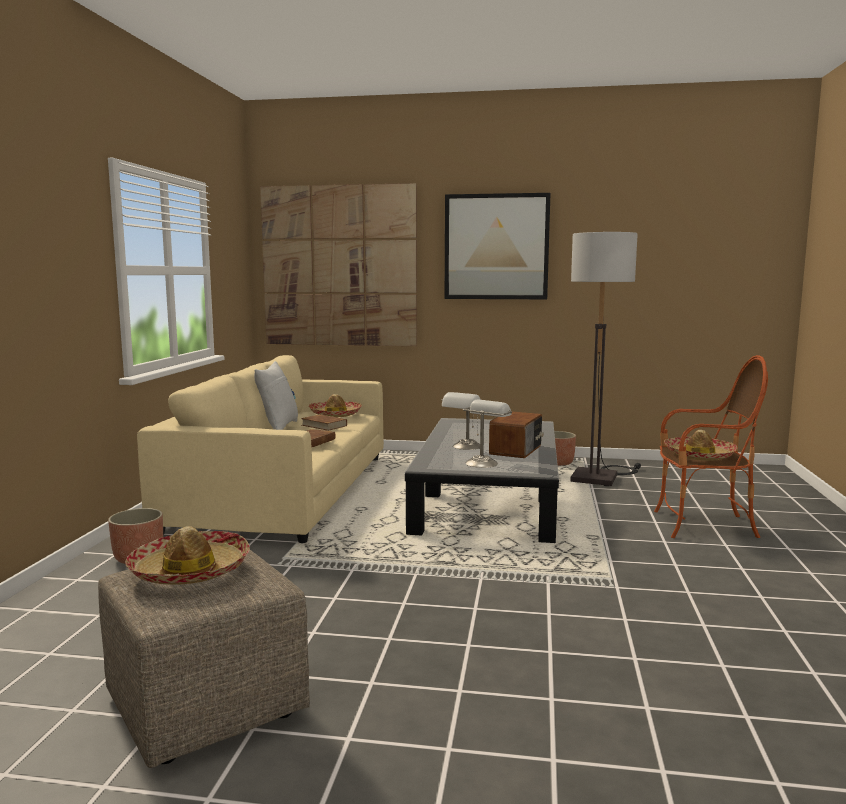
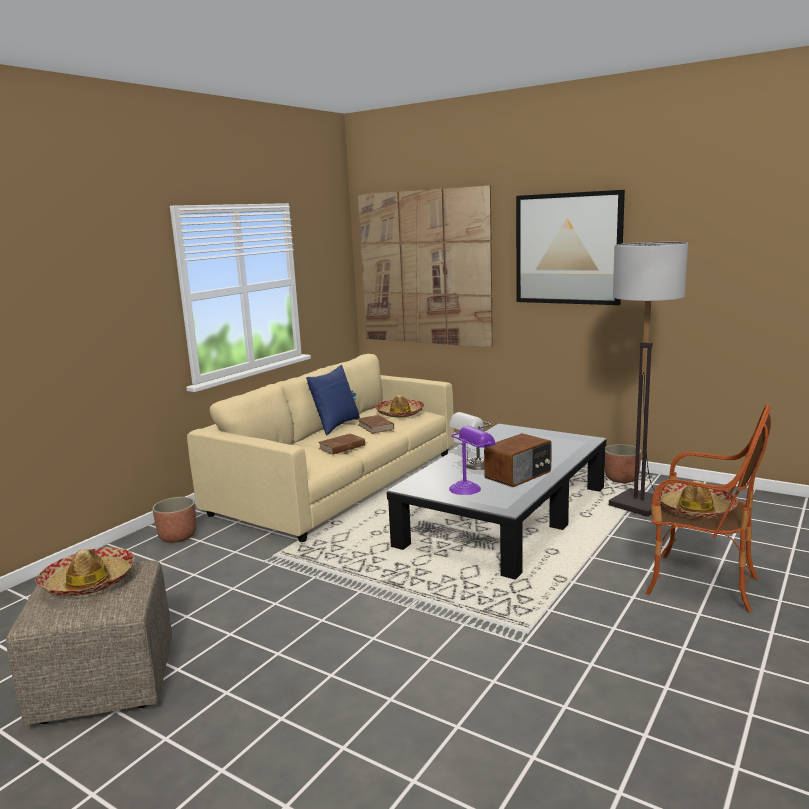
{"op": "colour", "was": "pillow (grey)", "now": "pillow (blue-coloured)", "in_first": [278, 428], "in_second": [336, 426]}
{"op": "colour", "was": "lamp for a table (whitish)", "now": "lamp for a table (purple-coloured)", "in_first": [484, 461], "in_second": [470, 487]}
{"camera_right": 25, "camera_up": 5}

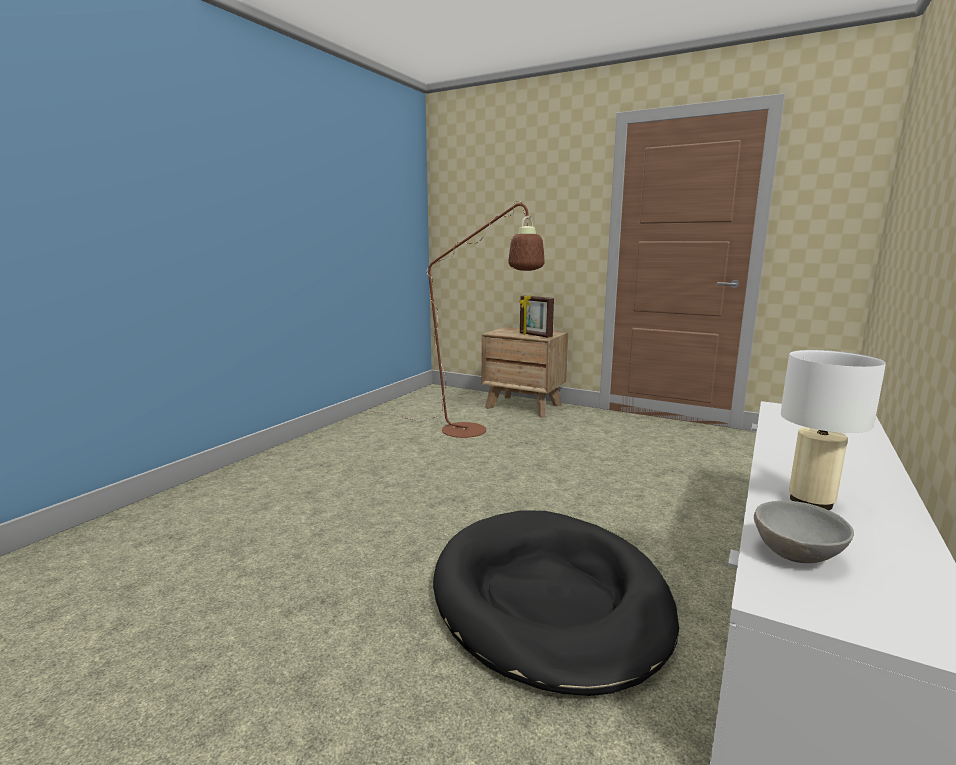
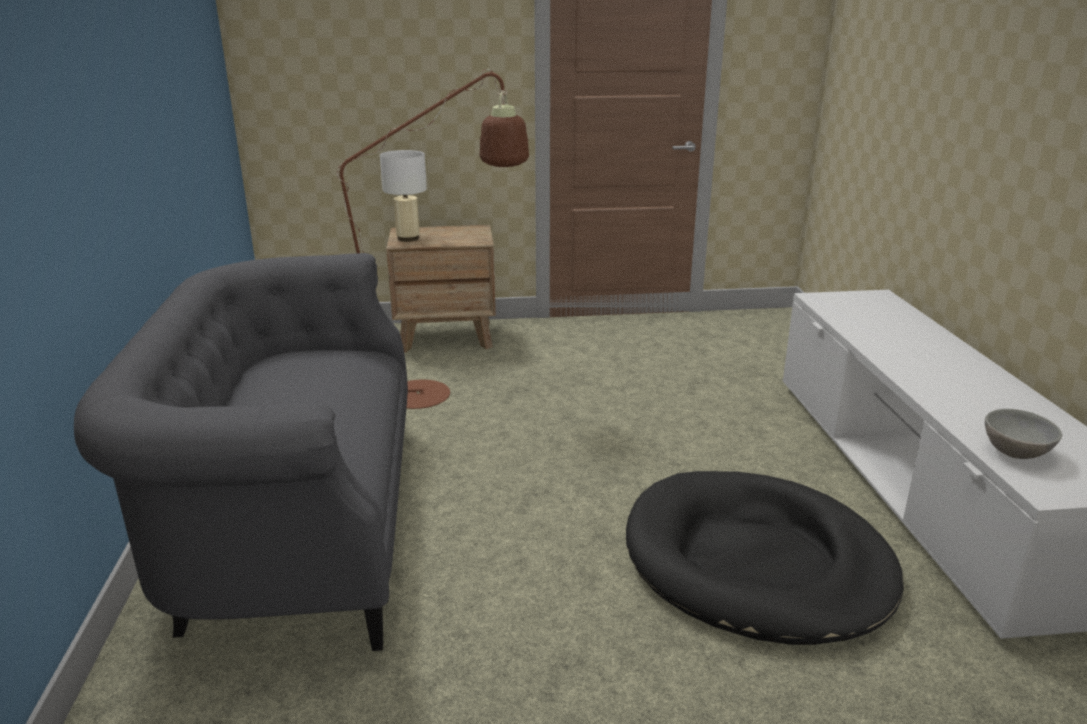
{"op": "missing", "was": "standing frame", "in_first": [535, 335]}
{"op": "appeared", "now": "sofa (grey)", "in_second": [294, 523]}
{"op": "relocated", "was": "lamp for a table (whitish)", "in_first": [811, 502], "in_second": [408, 238]}
{"camera_right": -35, "camera_up": 10}

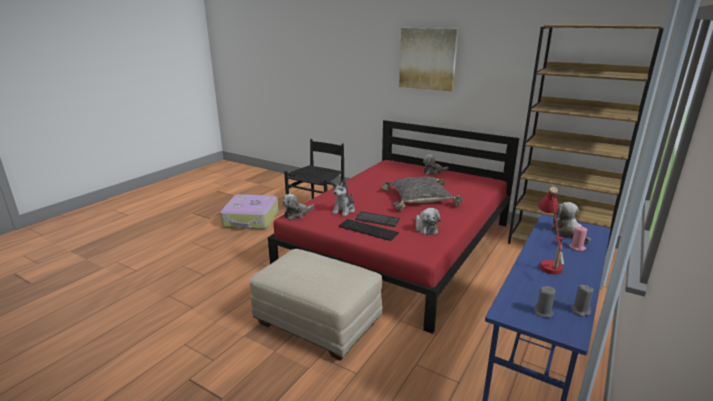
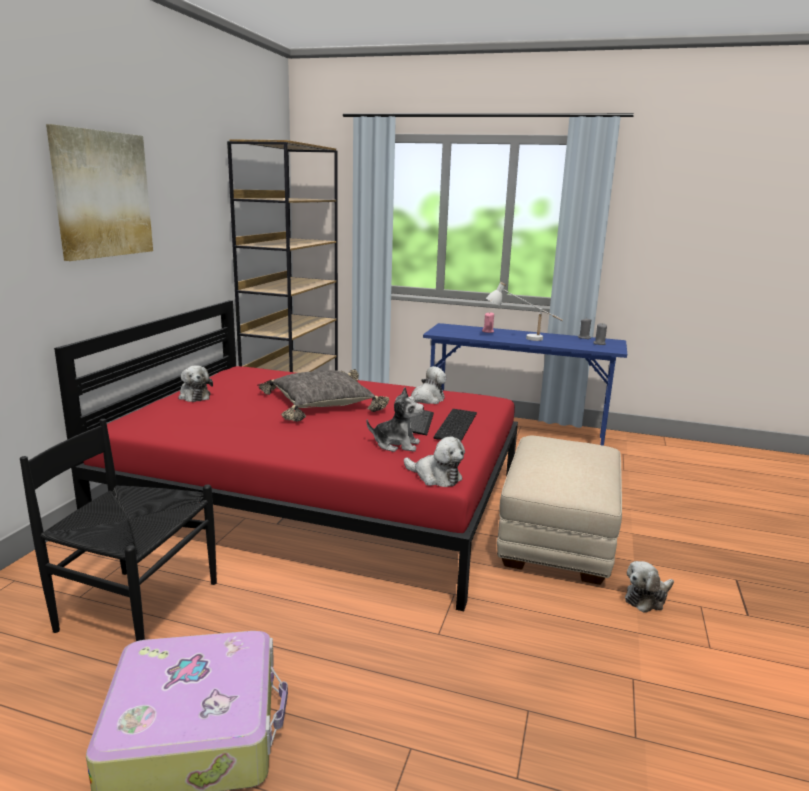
{"op": "relocated", "was": "plush toy", "in_first": [568, 233], "in_second": [647, 598]}
{"op": "colour", "was": "lamp for a table (red)", "now": "lamp for a table (whitish)", "in_first": [548, 261], "in_second": [522, 338]}
{"camera_right": -105, "camera_up": -5}

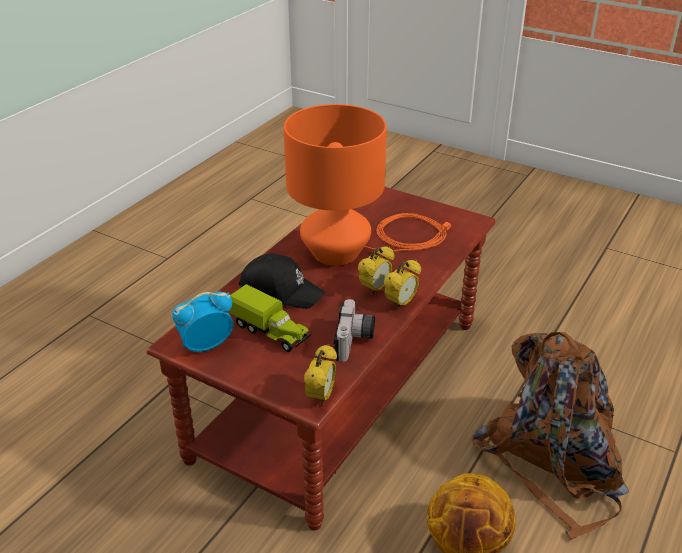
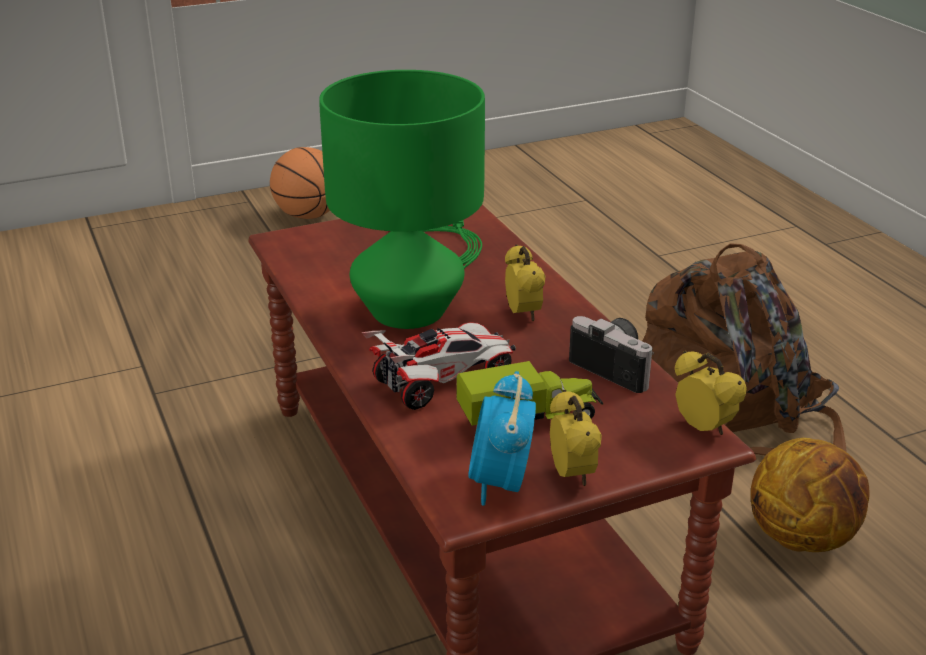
{"op": "appeared", "now": "basketball", "in_second": [308, 216]}
{"op": "relocated", "was": "alarm clock", "in_first": [401, 303], "in_second": [572, 475]}
{"op": "exchanged", "was": "cap (black)", "now": "model car", "in_first": [281, 291], "in_second": [442, 380]}
{"op": "colour", "was": "lamp for a table (orange)", "now": "lamp for a table (green)", "in_first": [365, 245], "in_second": [418, 285]}
{"camera_right": -55, "camera_up": -5}

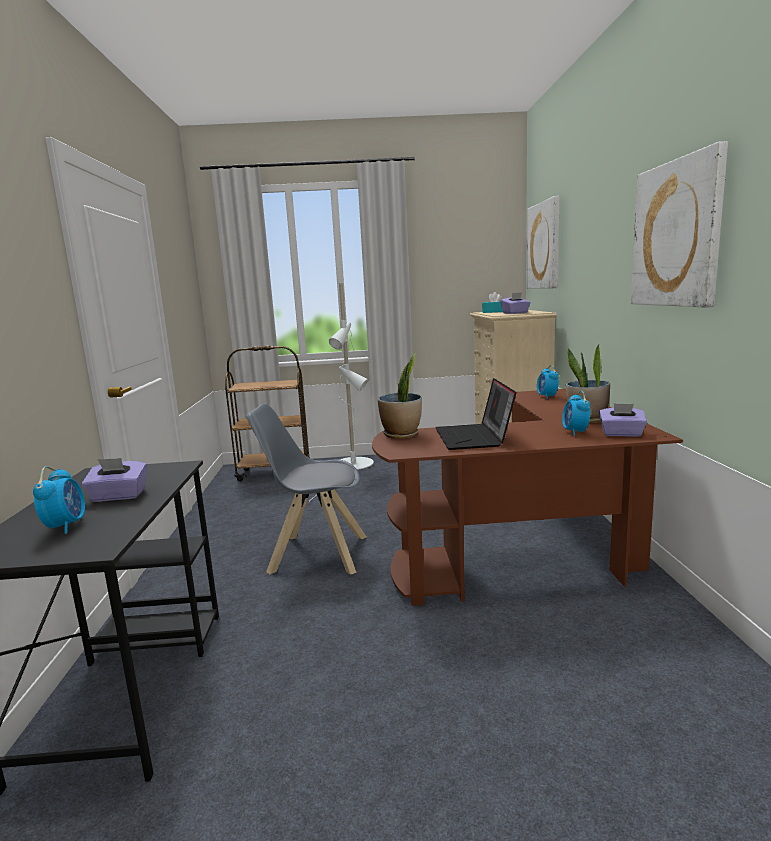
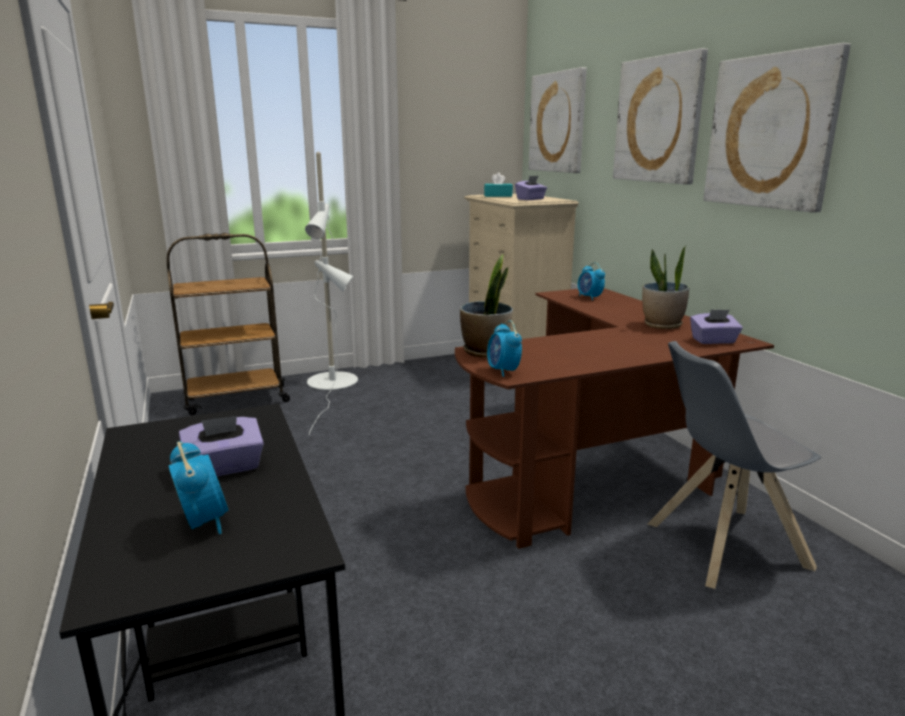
{"op": "missing", "was": "notebook computer", "in_first": [474, 438]}
{"op": "appeared", "now": "wall art", "in_second": [658, 120]}
{"op": "relocated", "was": "chair (grey)", "in_first": [315, 554], "in_second": [722, 546]}
{"op": "relocated", "was": "alarm clock", "in_first": [575, 432], "in_second": [503, 371]}
{"camera_right": -20, "camera_up": 5}

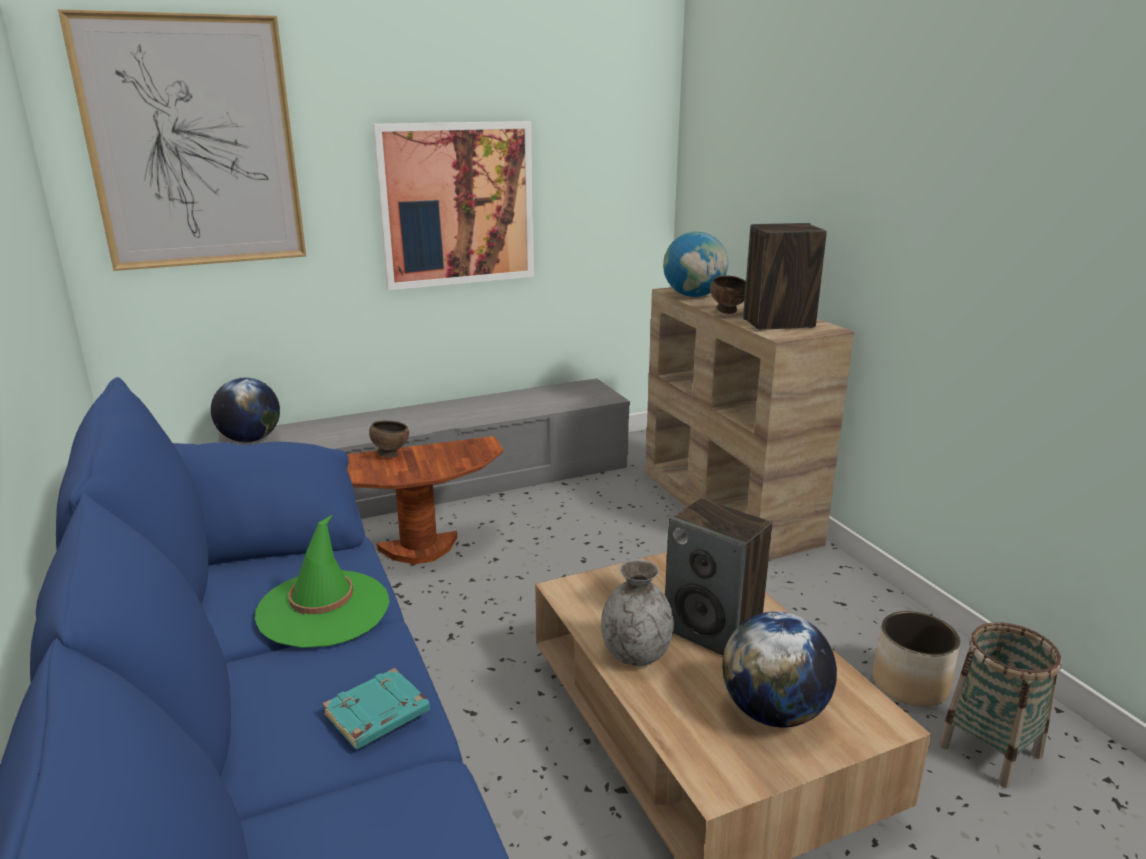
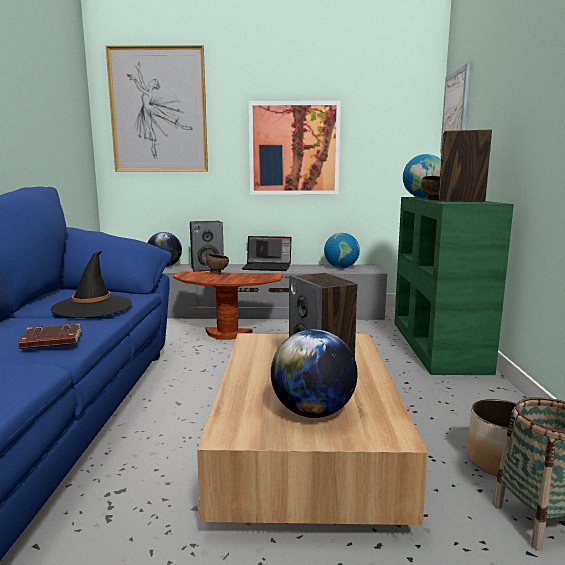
{"op": "missing", "was": "flower vase (grey)", "in_first": [635, 654]}
{"op": "appeared", "now": "audio speaker", "in_second": [207, 268]}
{"op": "appeared", "now": "notebook computer", "in_second": [268, 267]}
{"op": "appeared", "now": "globe", "in_second": [341, 267]}
{"op": "appeared", "now": "wall art", "in_second": [455, 111]}
{"op": "colour", "was": "hat (green)", "now": "hat (black)", "in_first": [324, 609], "in_second": [92, 307]}
{"op": "colour", "was": "volume (turquoise-coloured)", "now": "volume (brown-coloured)", "in_first": [377, 716], "in_second": [51, 341]}
{"op": "colour", "was": "bookcase (brown-coloured)", "now": "bookcase (green)", "in_first": [729, 506], "in_second": [438, 345]}
{"camera_right": 25, "camera_up": -10}

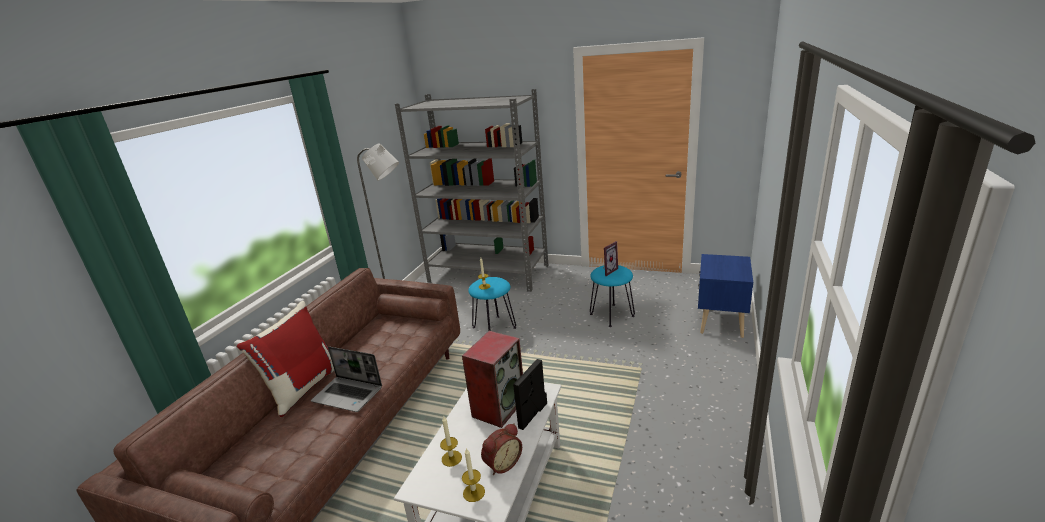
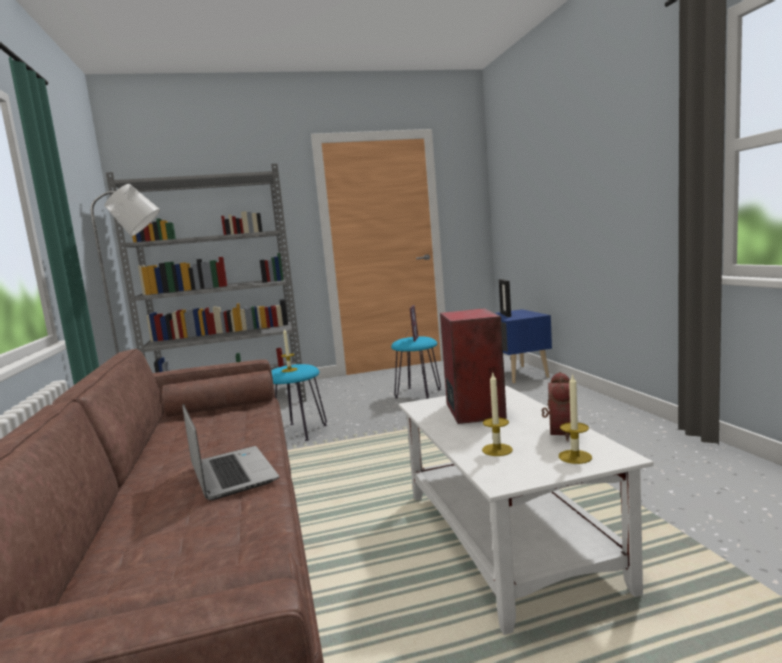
{"op": "missing", "was": "pillow (red)", "in_first": [304, 387]}
{"op": "relocated", "was": "standing frame", "in_first": [533, 415], "in_second": [506, 315]}
{"op": "spun", "was": "notebook computer", "in_first": [348, 394], "in_second": [231, 474], "clockwise": -105}
{"camera_right": -35, "camera_up": -15}

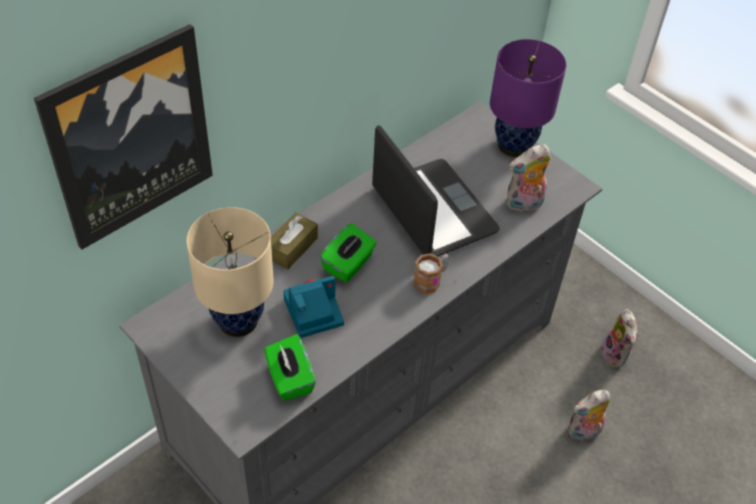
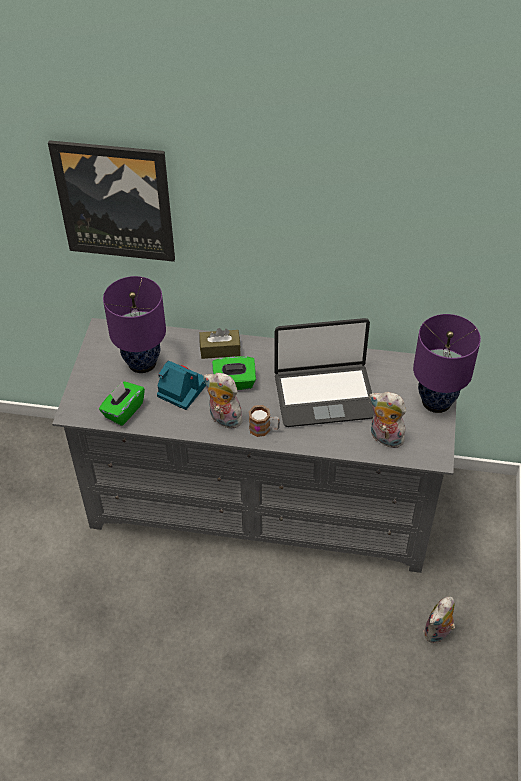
{"op": "relocated", "was": "plush toy", "in_first": [584, 432], "in_second": [223, 419]}
{"op": "colour", "was": "lamp for a table (beige)", "now": "lamp for a table (purple-coloured)", "in_first": [238, 320], "in_second": [142, 362]}
{"op": "spun", "was": "notebook computer", "in_first": [432, 210], "in_second": [324, 395], "clockwise": 60}
{"camera_right": 55, "camera_up": 0}

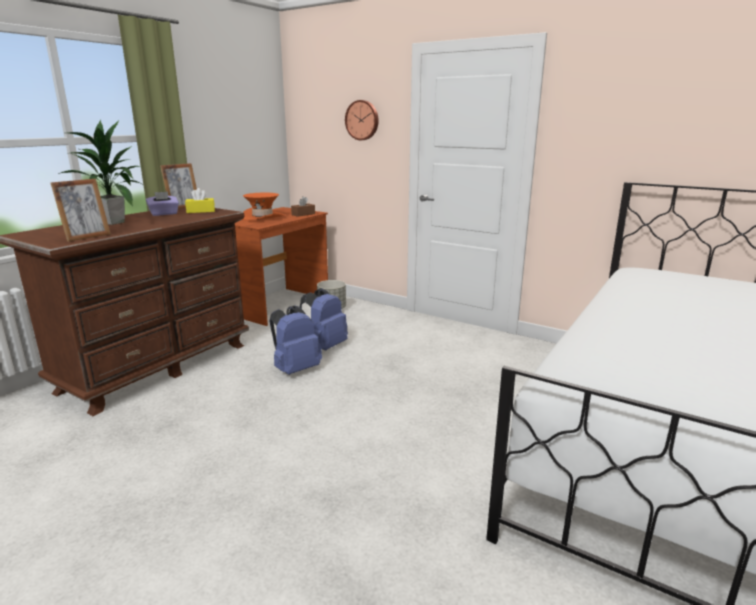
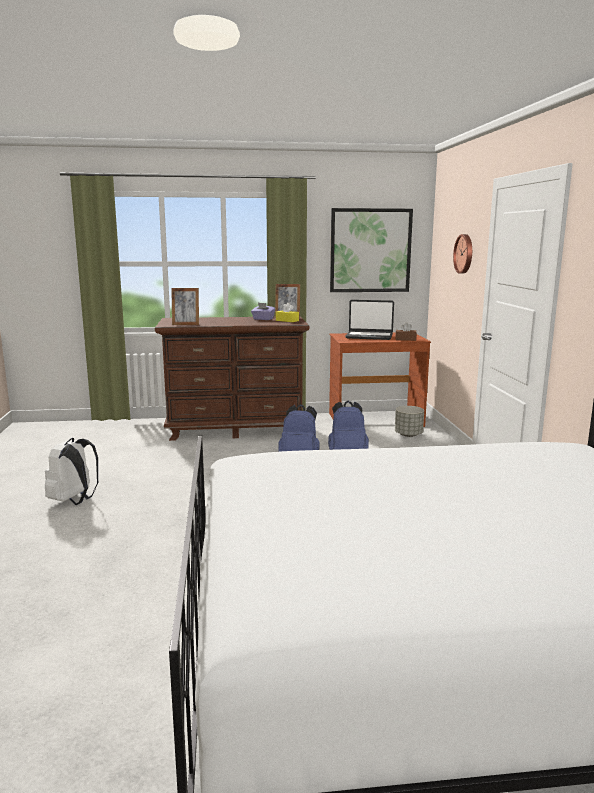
{"op": "missing", "was": "houseplant", "in_first": [112, 223]}
{"op": "appeared", "now": "knapsack (whitish)", "in_second": [74, 500]}
{"op": "appeared", "now": "wall art", "in_second": [370, 250]}
{"op": "exchanged", "was": "hat (orange)", "now": "notebook computer", "in_first": [262, 217], "in_second": [369, 336]}
{"camera_right": 50, "camera_up": -5}

